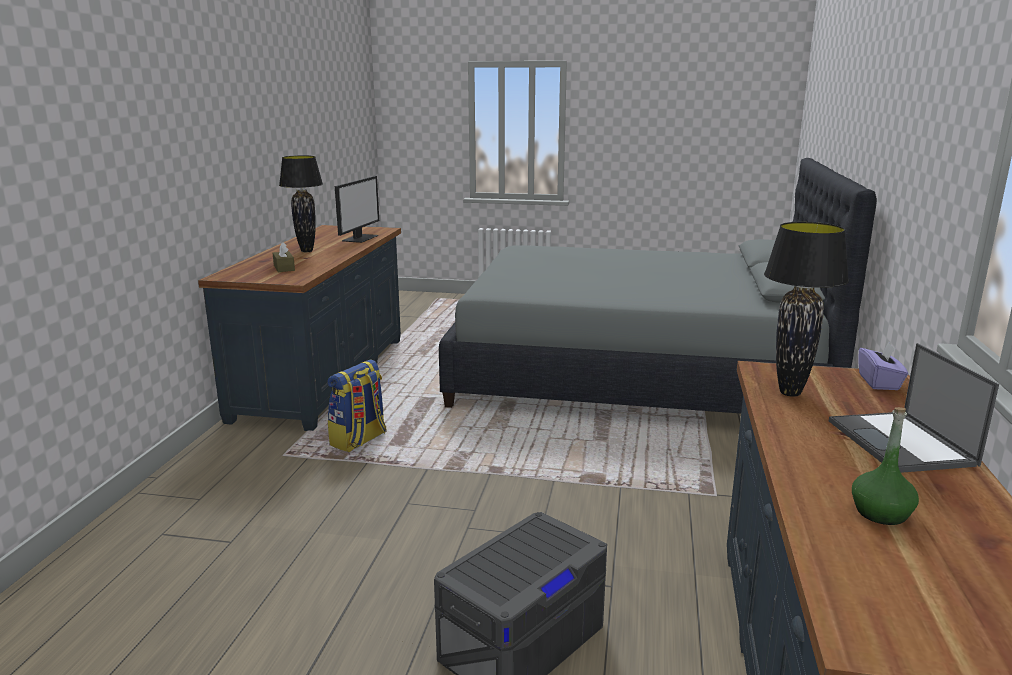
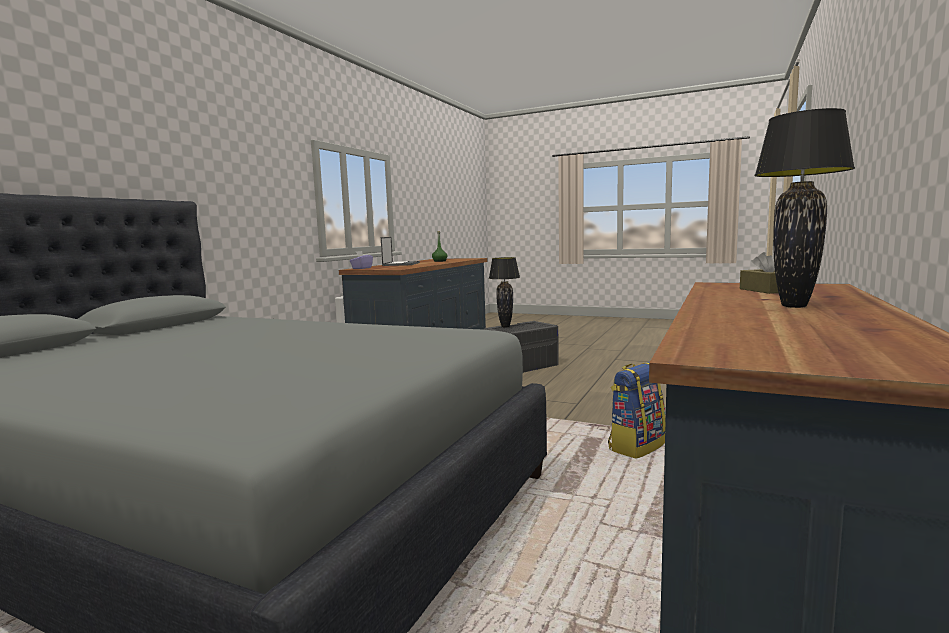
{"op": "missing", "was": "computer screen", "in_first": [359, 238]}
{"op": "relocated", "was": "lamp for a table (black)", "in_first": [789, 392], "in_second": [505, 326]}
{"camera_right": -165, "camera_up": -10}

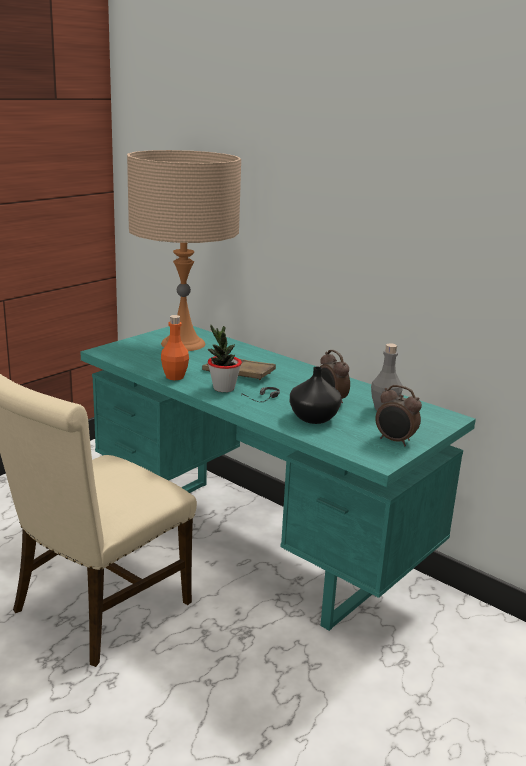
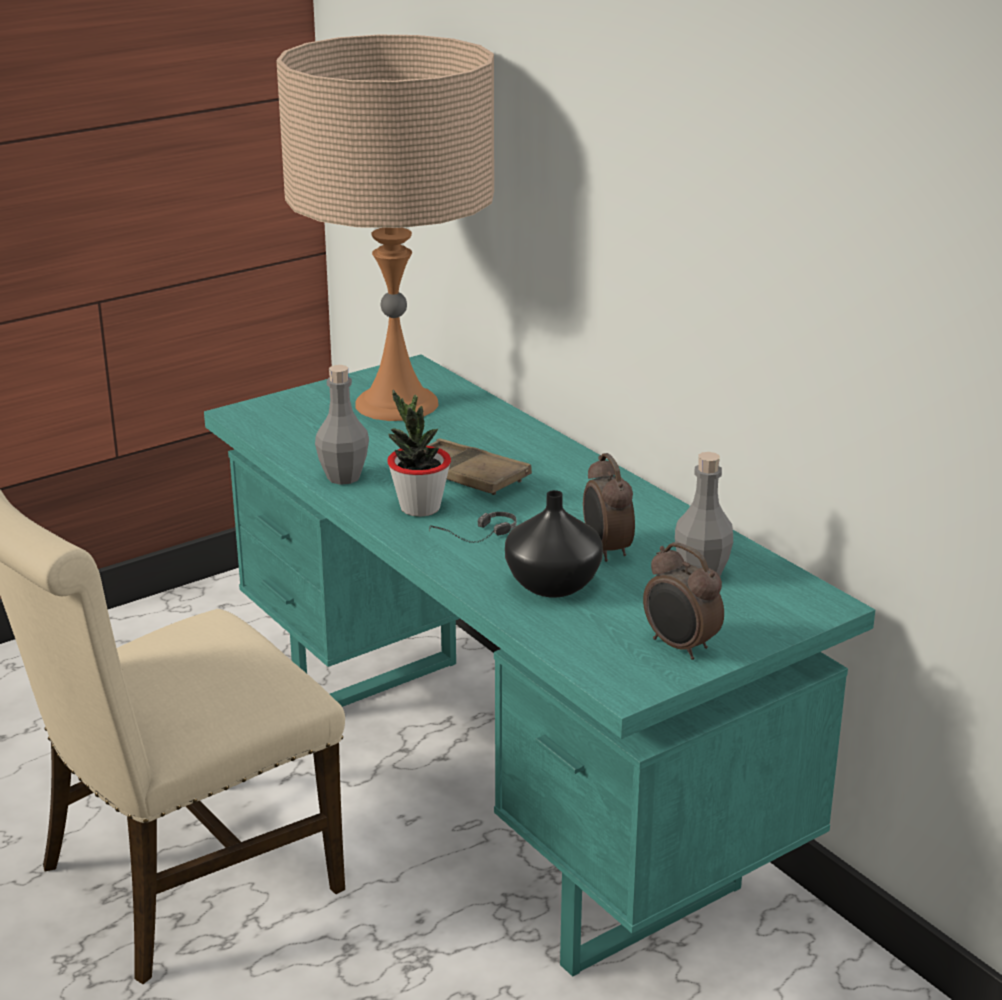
{"op": "colour", "was": "drink bottle (orange)", "now": "drink bottle (grey)", "in_first": [174, 377], "in_second": [343, 477]}
{"camera_right": 15, "camera_up": 5}

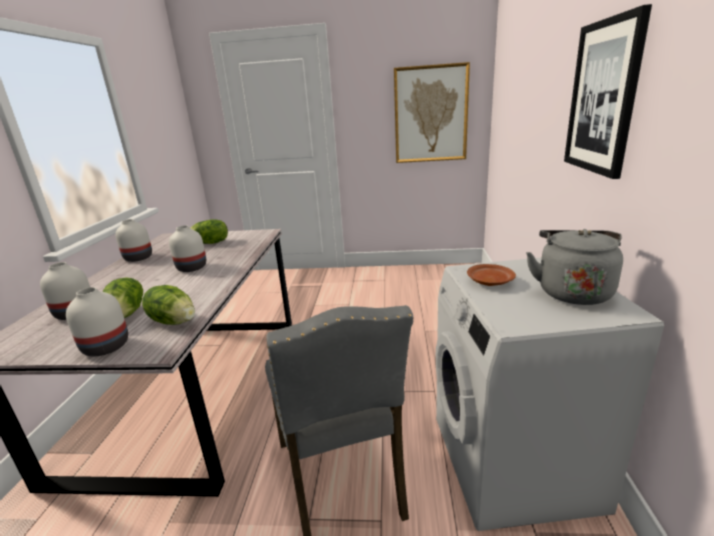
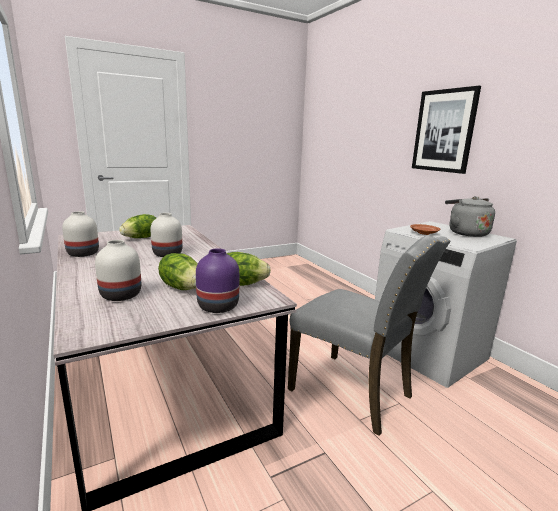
{"op": "missing", "was": "wall art", "in_first": [430, 114]}
{"op": "colour", "was": "flower vase (whitish)", "now": "flower vase (purple-coloured)", "in_first": [105, 348], "in_second": [218, 307]}
{"camera_right": -35, "camera_up": -5}

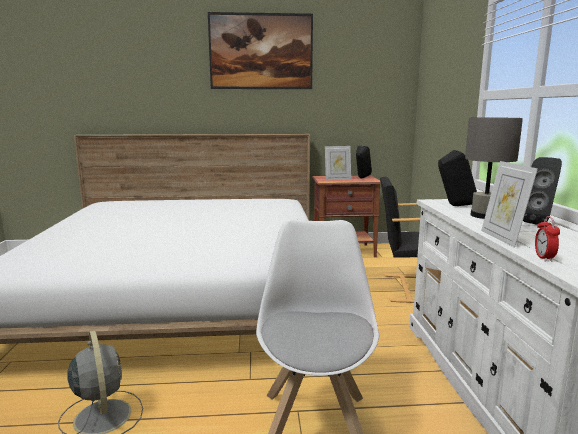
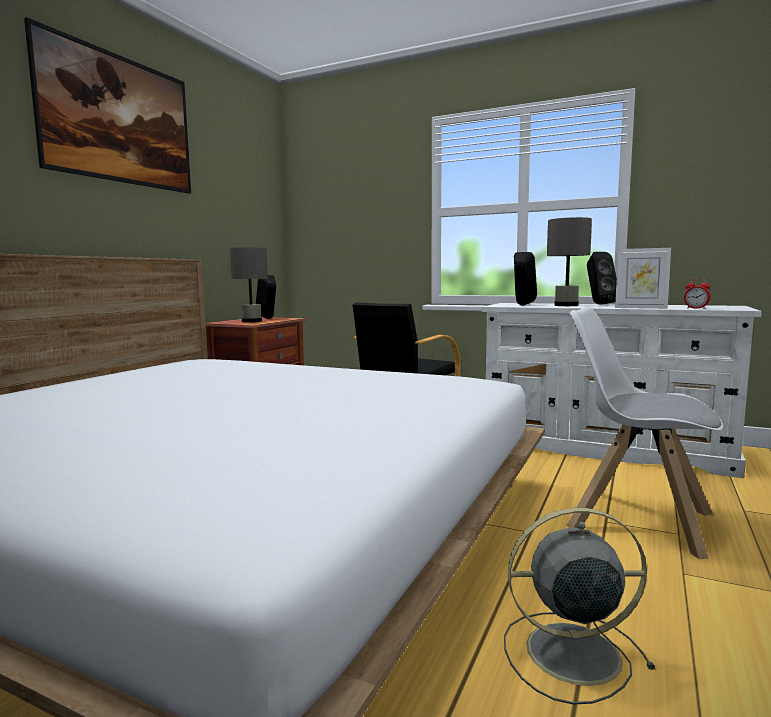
{"op": "exchanged", "was": "standing frame", "now": "lamp for a table (grey)", "in_first": [337, 179], "in_second": [251, 321]}
{"camera_right": -60, "camera_up": -5}

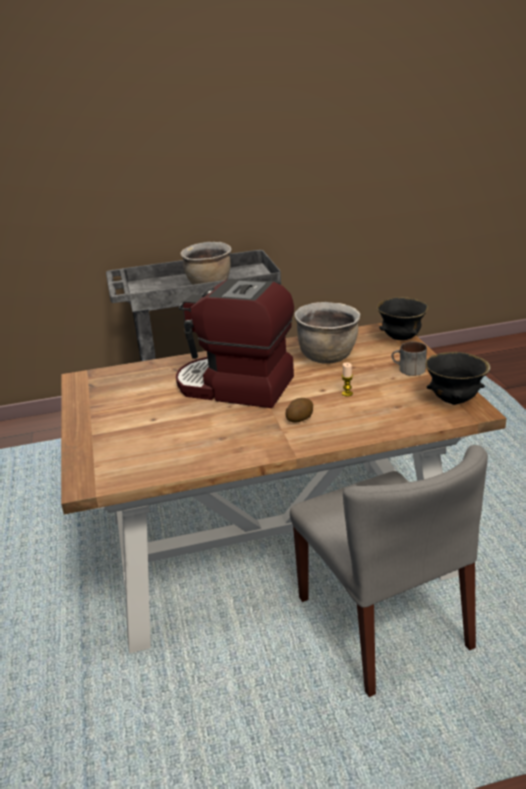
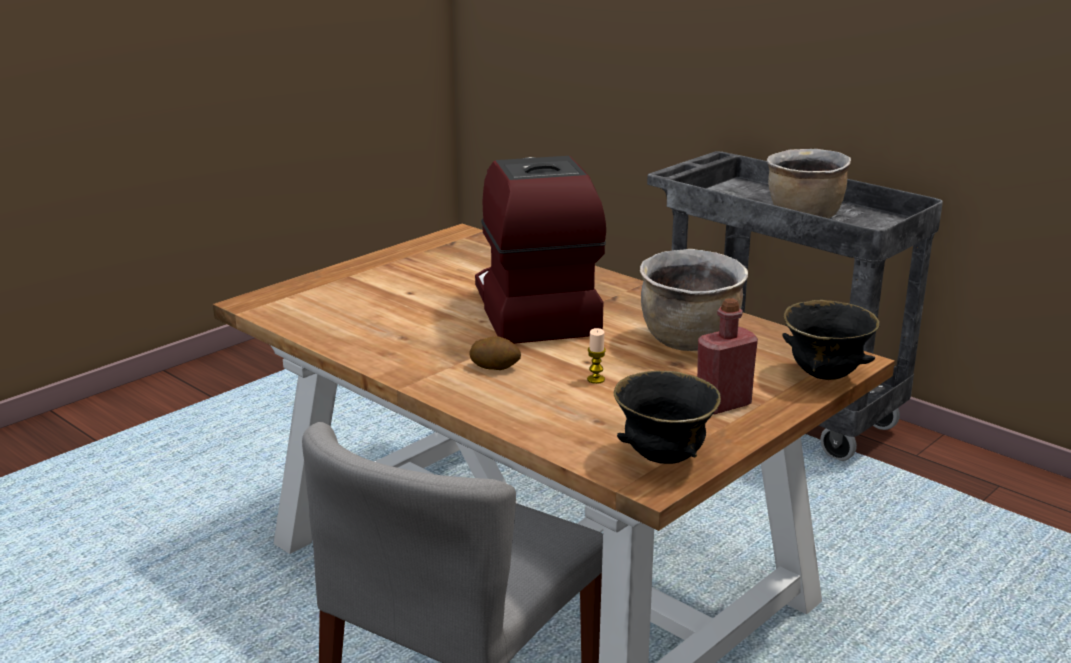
{"op": "exchanged", "was": "mug", "now": "drink bottle (red)", "in_first": [408, 370], "in_second": [723, 404]}
{"camera_right": 55, "camera_up": -5}

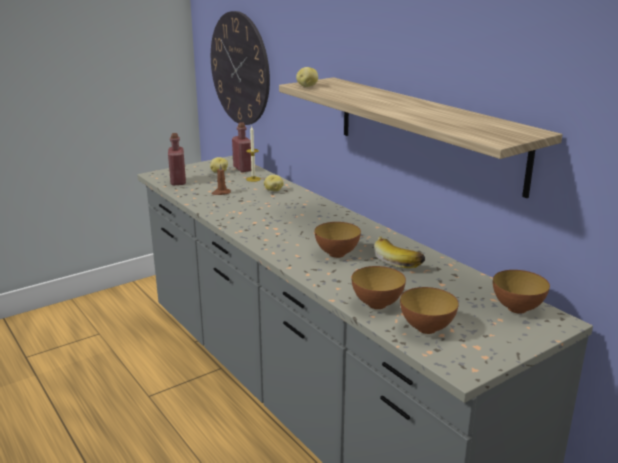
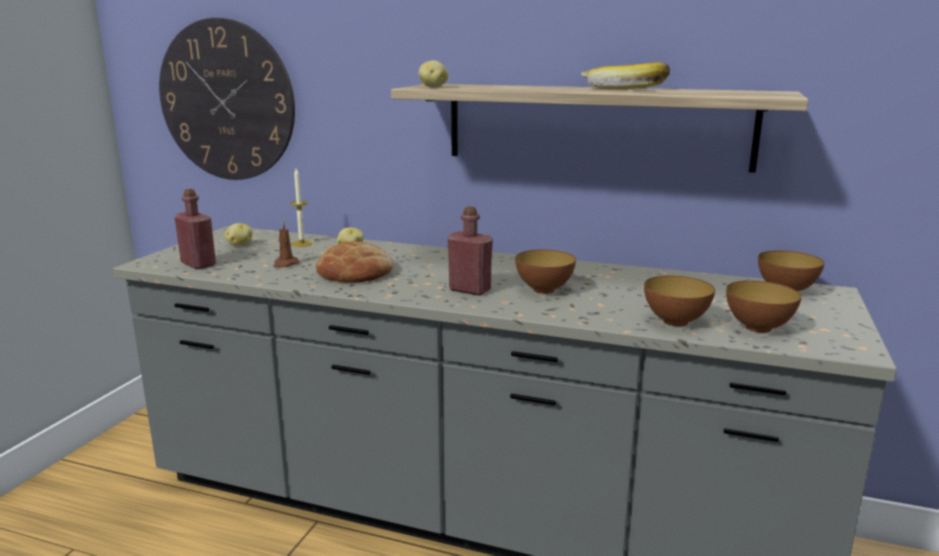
{"op": "appeared", "now": "bakery bread", "in_second": [355, 272]}
{"op": "relocated", "was": "drink bottle (red)", "in_first": [243, 169], "in_second": [470, 290]}
{"op": "relocated", "was": "whole banana", "in_first": [399, 260], "in_second": [624, 88]}
{"camera_right": -35, "camera_up": -5}

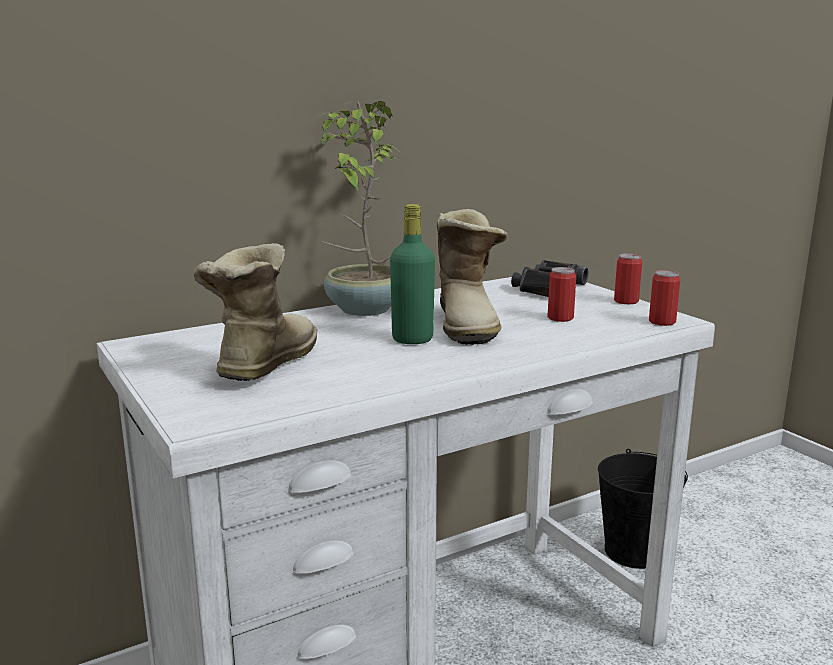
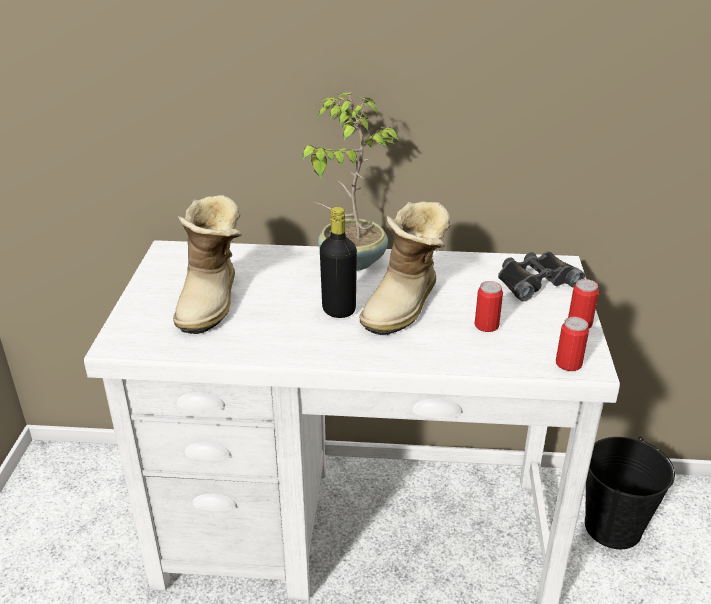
{"op": "colour", "was": "drink bottle (green)", "now": "drink bottle (black)", "in_first": [412, 339], "in_second": [339, 310]}
{"op": "spun", "was": "boot", "in_first": [261, 364], "in_second": [213, 301], "clockwise": 135}
{"camera_right": 35, "camera_up": 15}

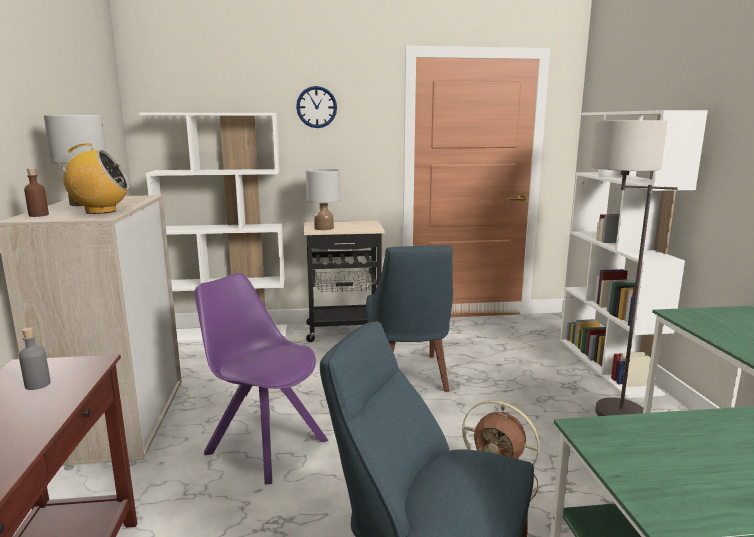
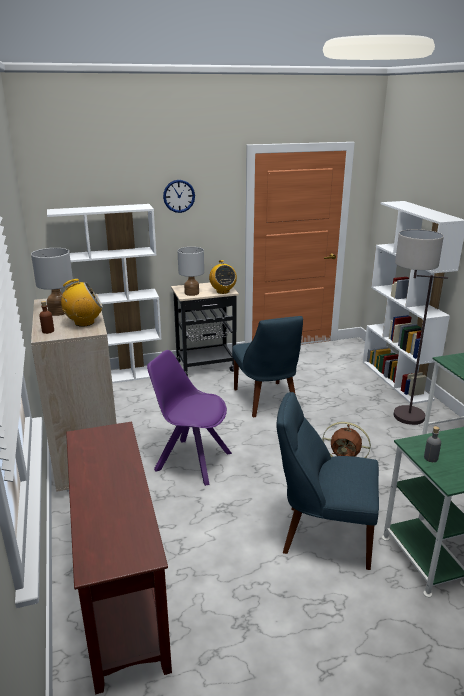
{"op": "appeared", "now": "radio", "in_second": [222, 291]}
{"op": "relocated", "was": "drink bottle (grey)", "in_first": [37, 384], "in_second": [430, 458]}
{"camera_right": -10, "camera_up": 10}

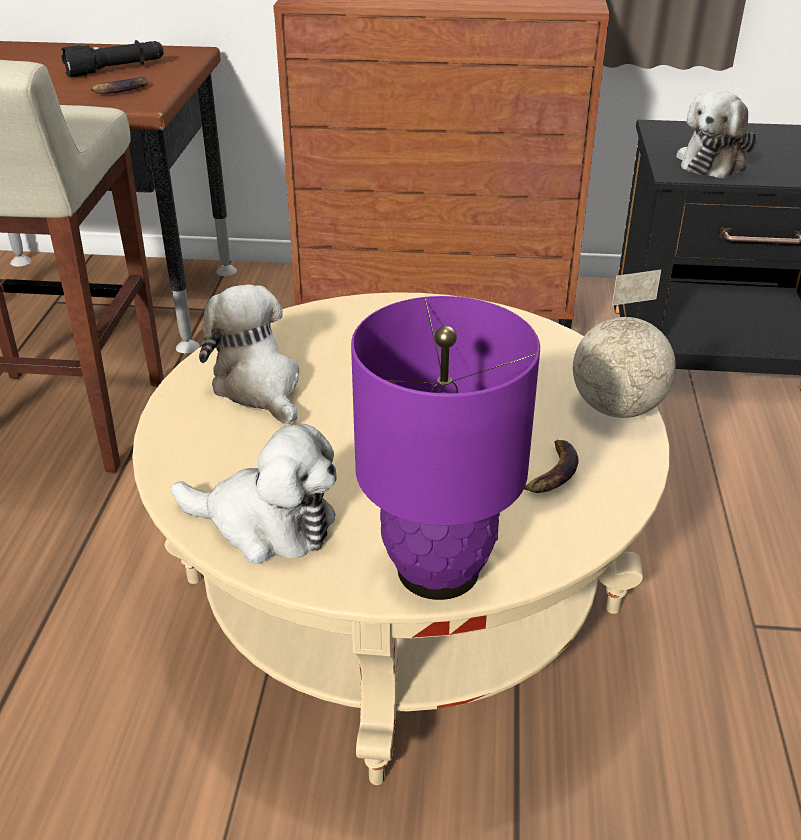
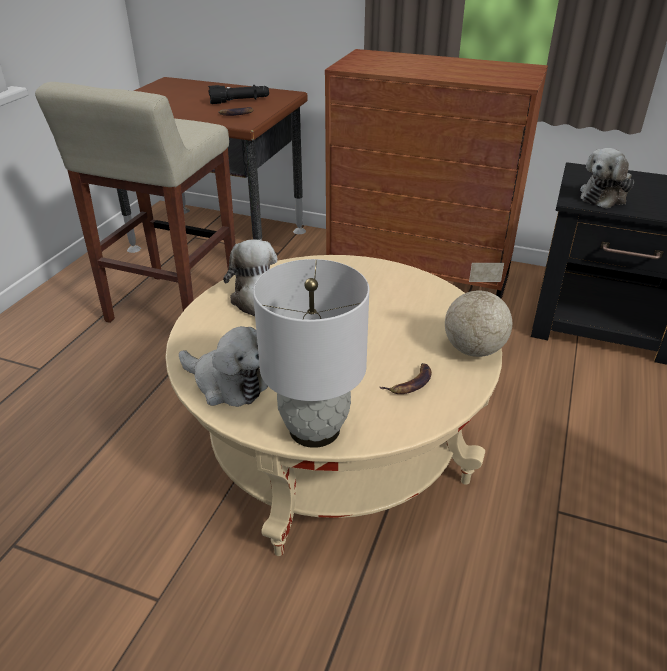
{"op": "colour", "was": "lamp for a table (purple-coloured)", "now": "lamp for a table (whitish)", "in_first": [437, 569], "in_second": [314, 428]}
{"camera_right": 15, "camera_up": 0}

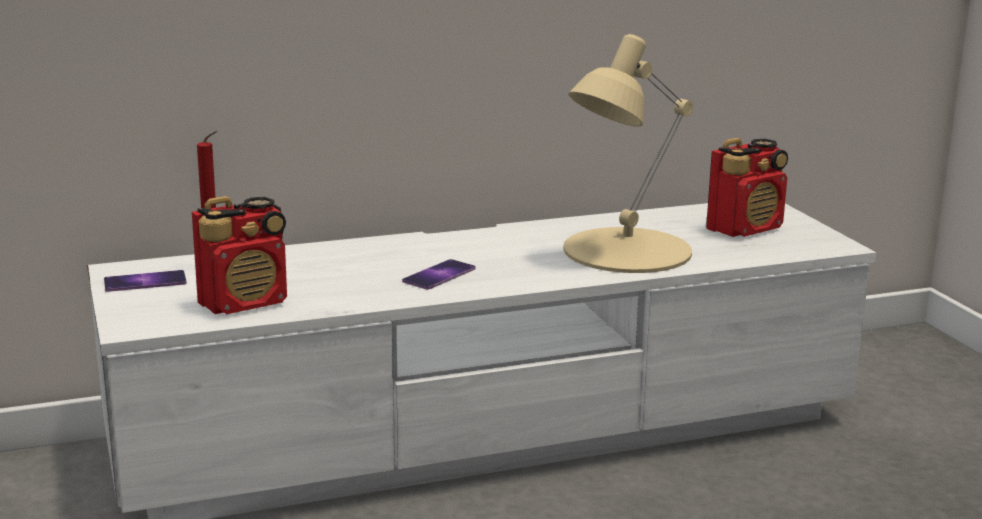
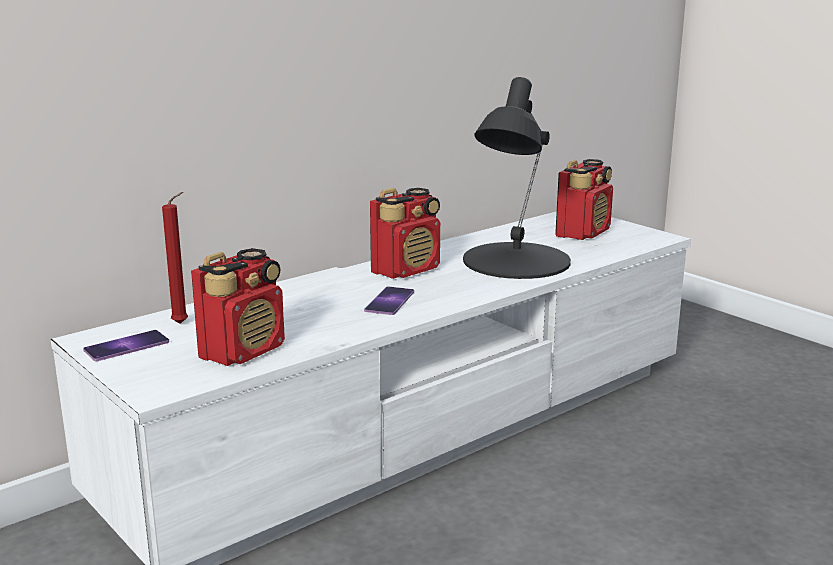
{"op": "appeared", "now": "radio", "in_second": [406, 270]}
{"op": "colour", "was": "lamp for a table (beige)", "now": "lamp for a table (black)", "in_first": [625, 251], "in_second": [514, 261]}
{"camera_right": -20, "camera_up": 0}

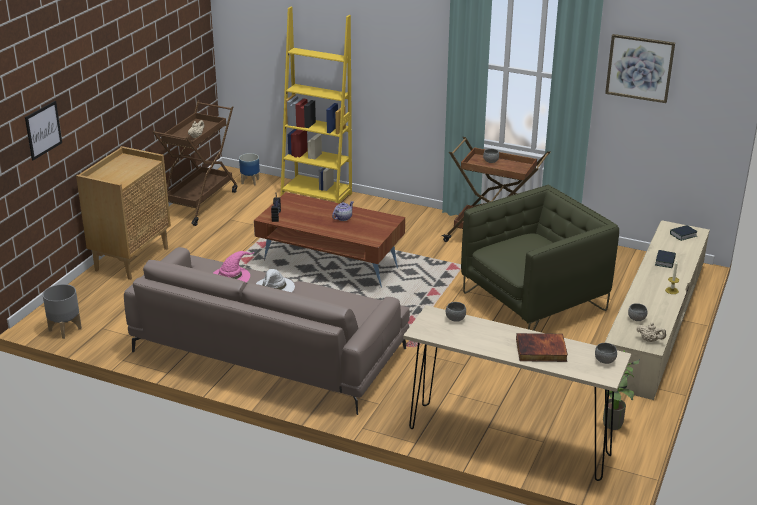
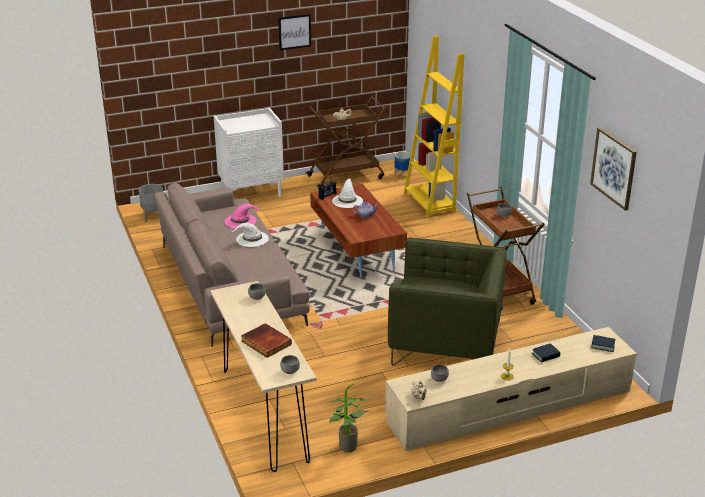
{"op": "appeared", "now": "hat (whitish)", "in_second": [347, 200]}
{"op": "relocated", "was": "wall art", "in_first": [43, 130], "in_second": [294, 32]}
{"op": "colour", "was": "cabinet (brown-coloured)", "now": "cabinet (whitish)", "in_first": [132, 259], "in_second": [251, 194]}
{"camera_right": 45, "camera_up": 0}

